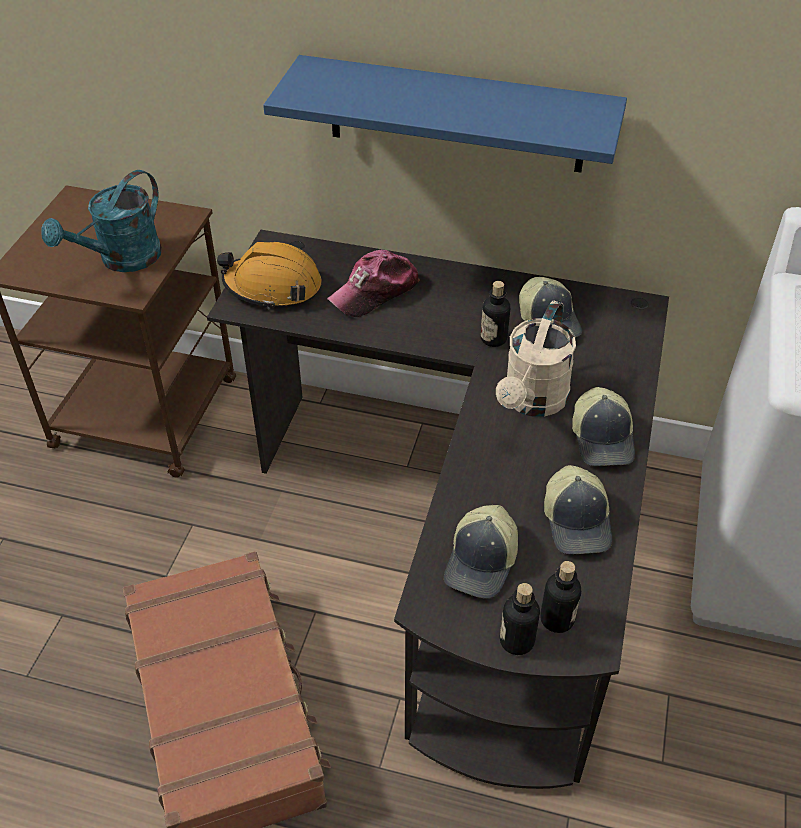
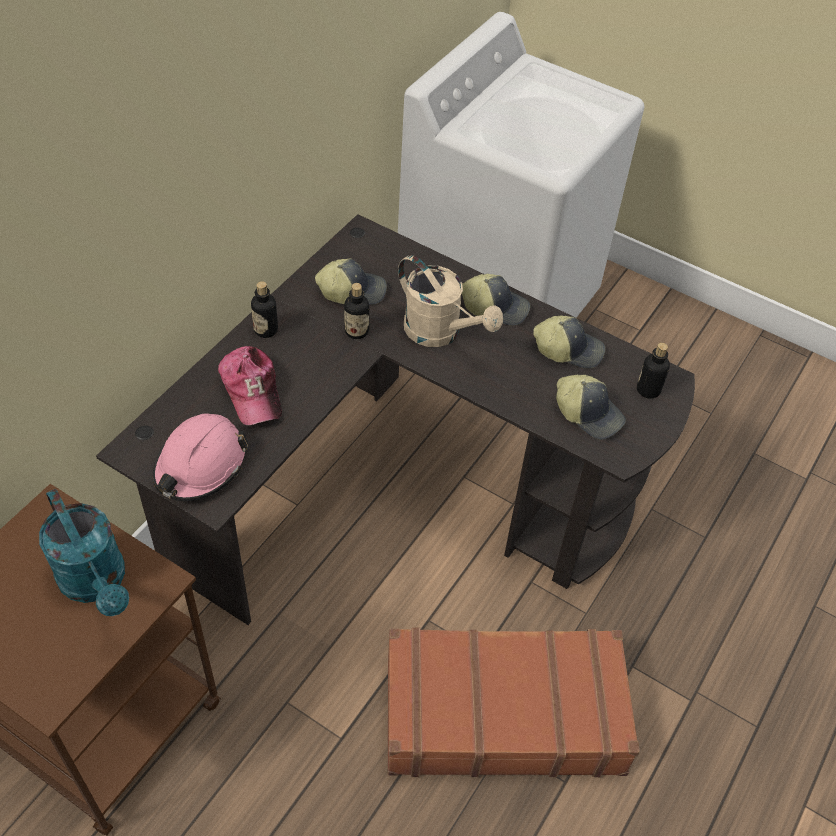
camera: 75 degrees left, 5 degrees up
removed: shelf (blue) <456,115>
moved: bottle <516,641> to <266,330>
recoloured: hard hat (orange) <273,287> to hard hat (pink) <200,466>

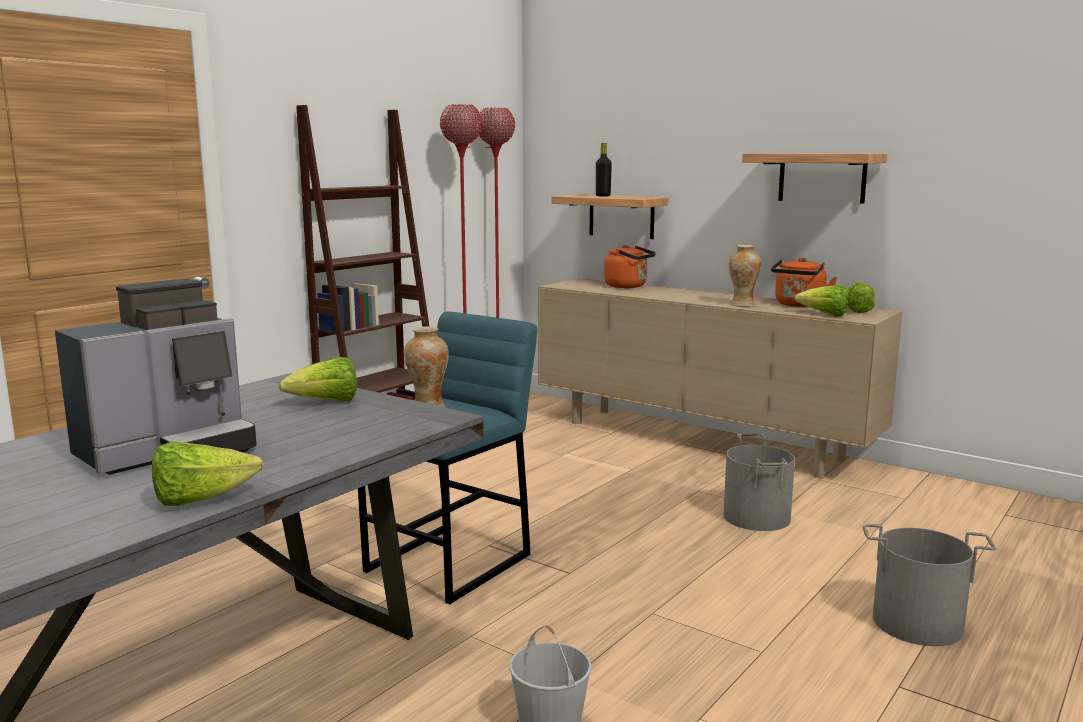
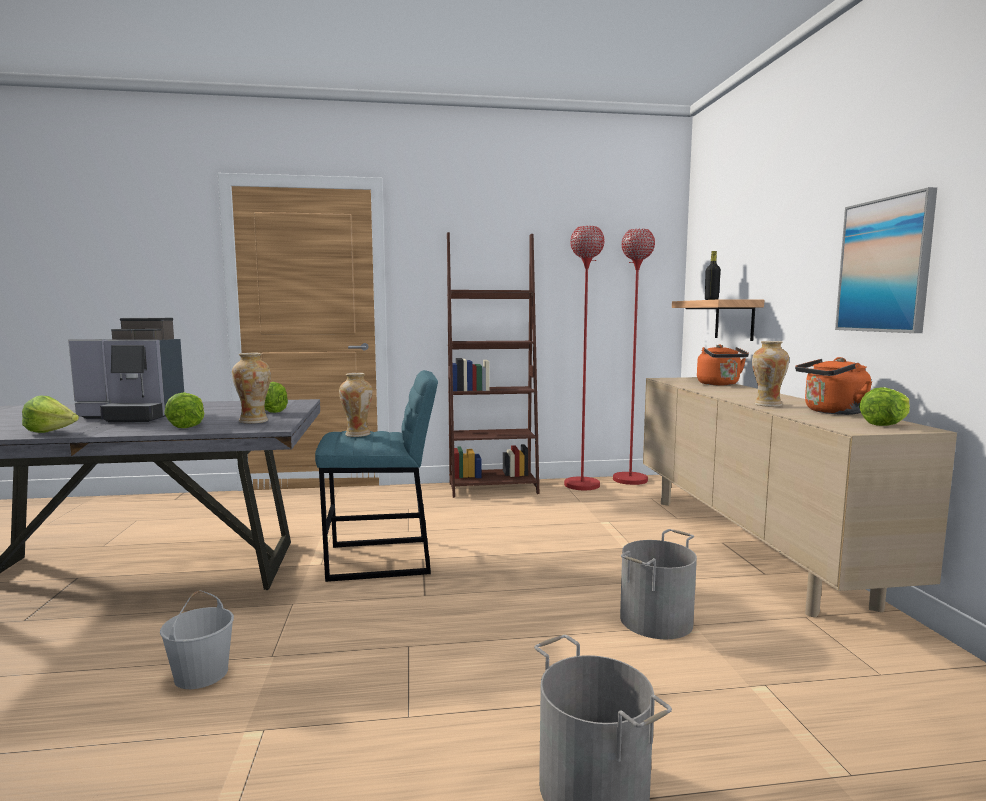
camera: 45 degrees right, 5 degrees down
added: vase <254,421>
moved: lettuce <824,315> to <188,425>
replaced: shelf <822,177> to picture <884,265>

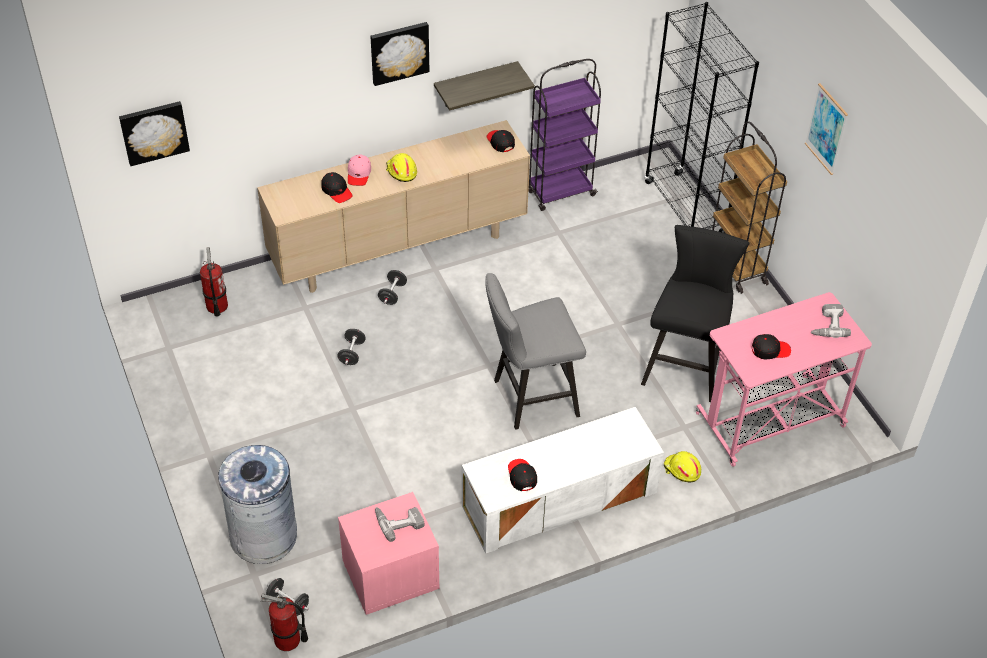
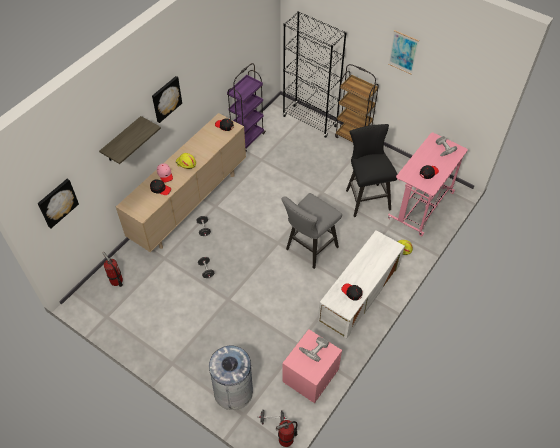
camera: 30 degrees left, 5 degrees up
moved: shelf <475,85> to <122,140>

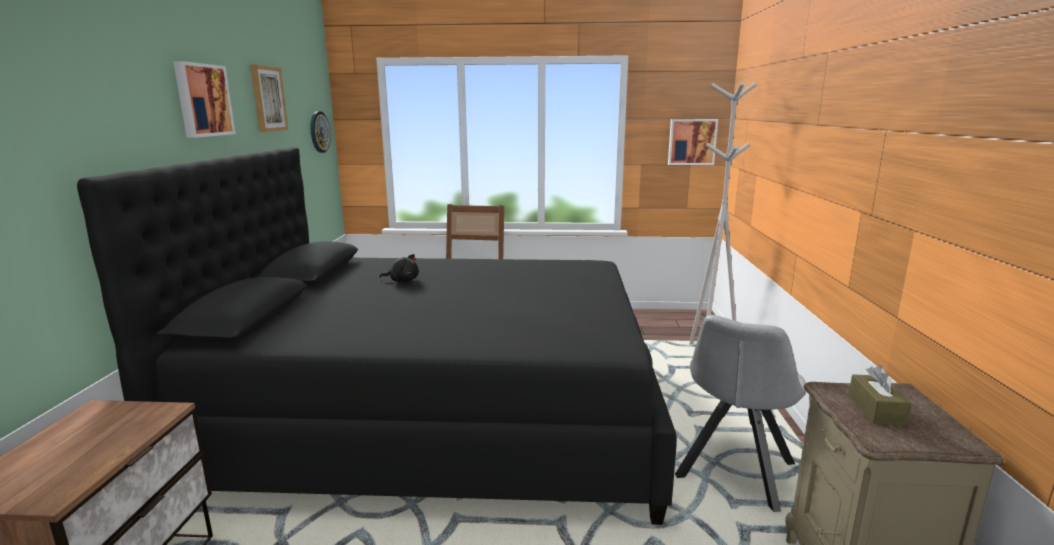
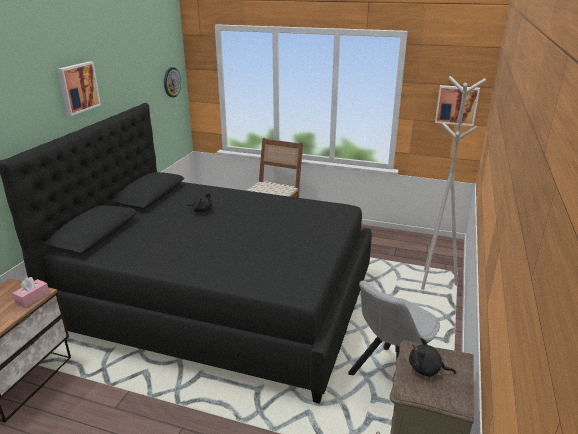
camera: 15 degrees right, 10 degrees up
removed: picture <268,99>
added: tissue box (pink) <32,298>
replaced: tissue box (brown) <875,409> to plush toy (black) <427,370>

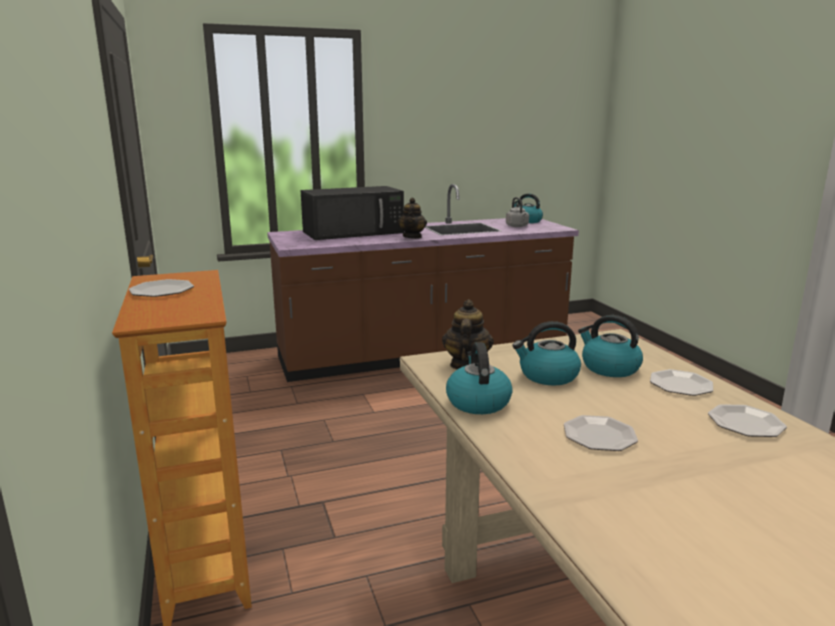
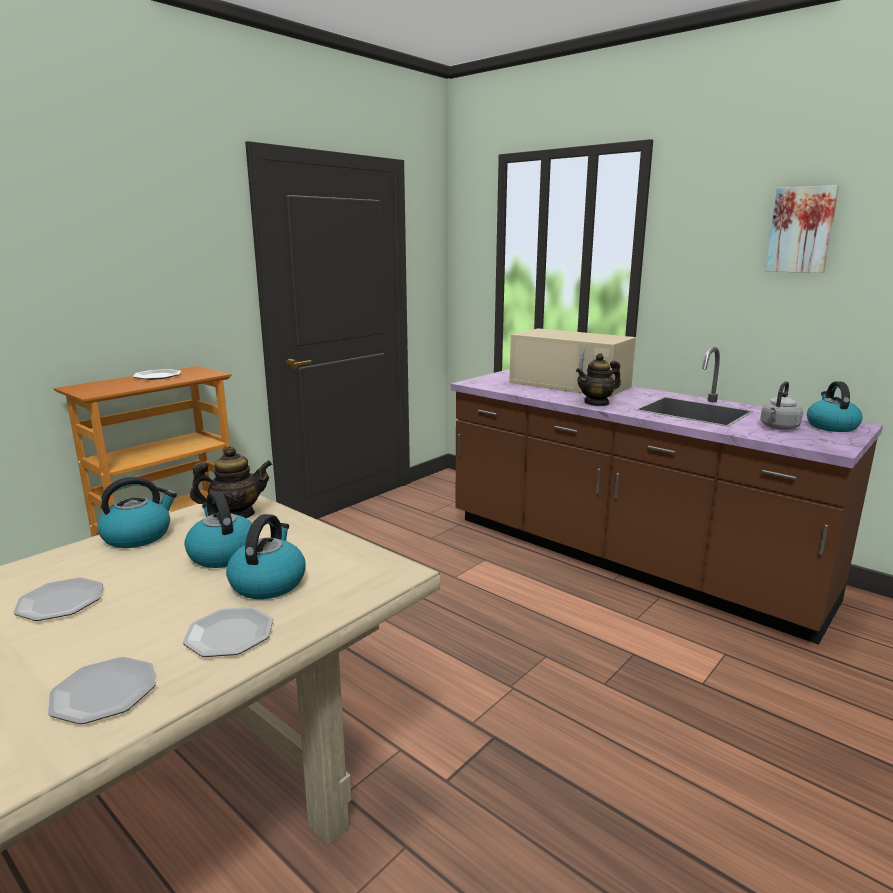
camera: 60 degrees right, 0 degrees up
added: picture <801,230>
recoloured: microwave (black) <354,232> to microwave (beige) <571,385>

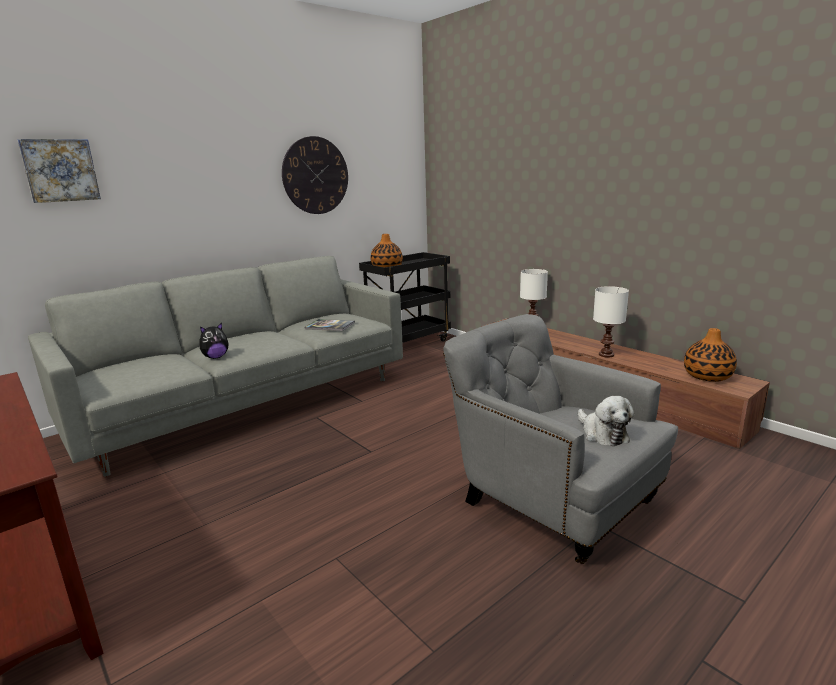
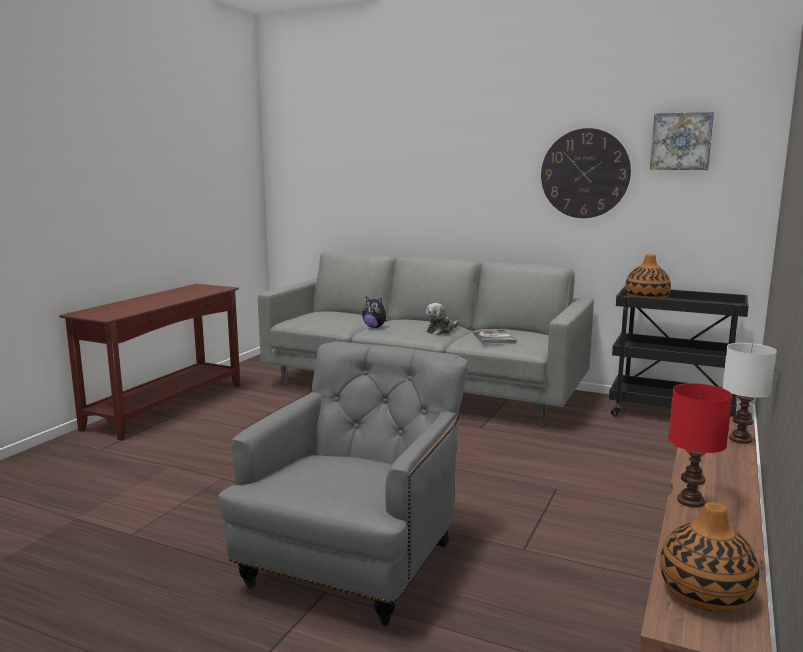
camera: 65 degrees right, 5 degrees down
moved: picture <60,170> to <681,141>; plush toy <602,434> to <441,330>
recoloured: table lamp (white) <605,355> to table lamp (red) <689,501>

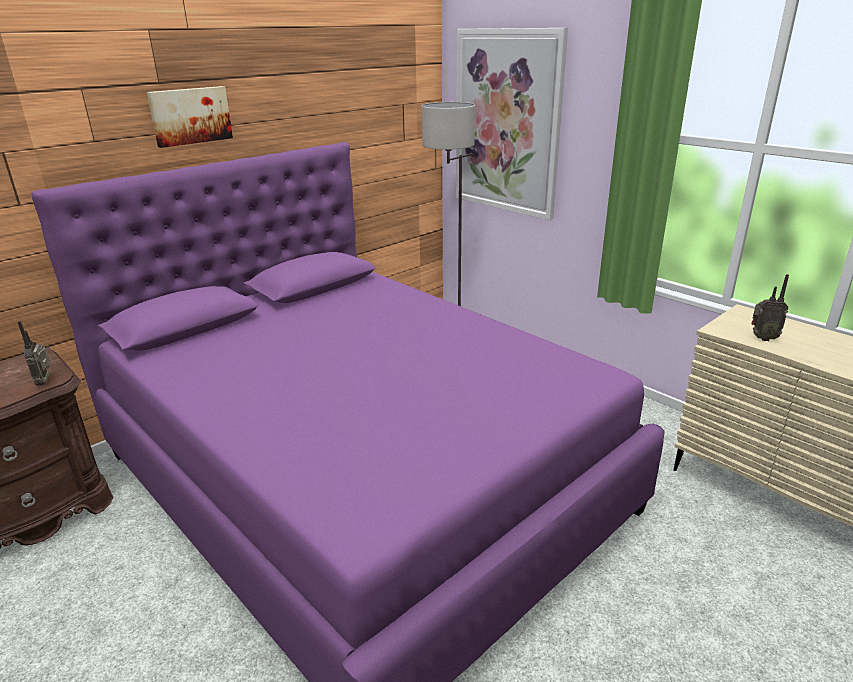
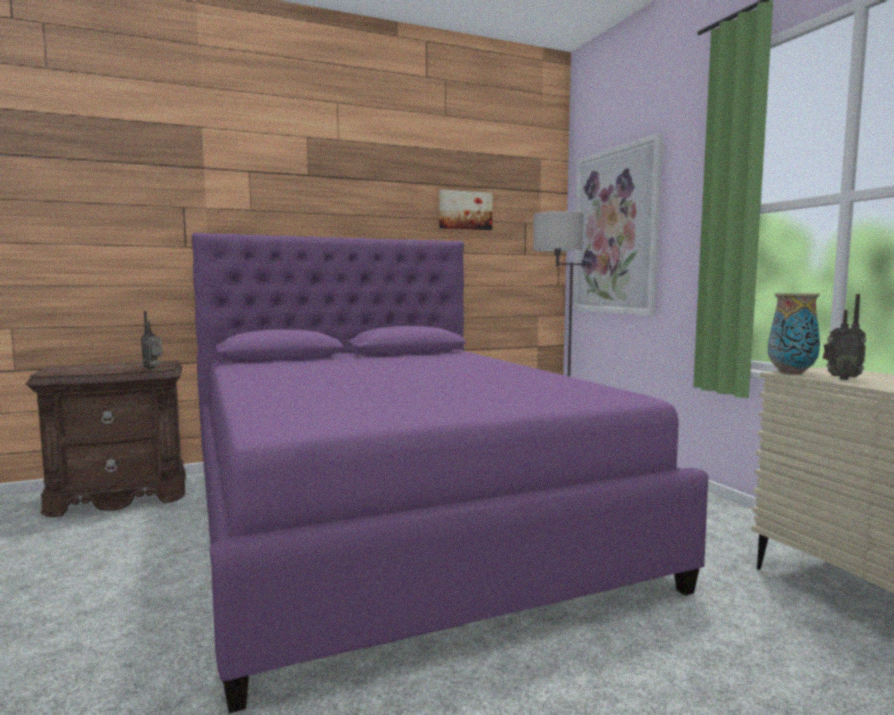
camera: 20 degrees right, 20 degrees down
added: vase <791,372>
moved: picture <190,116> to <465,210>

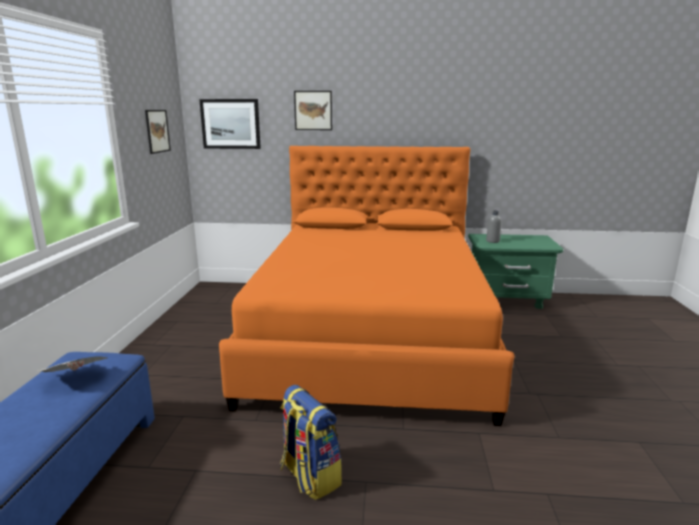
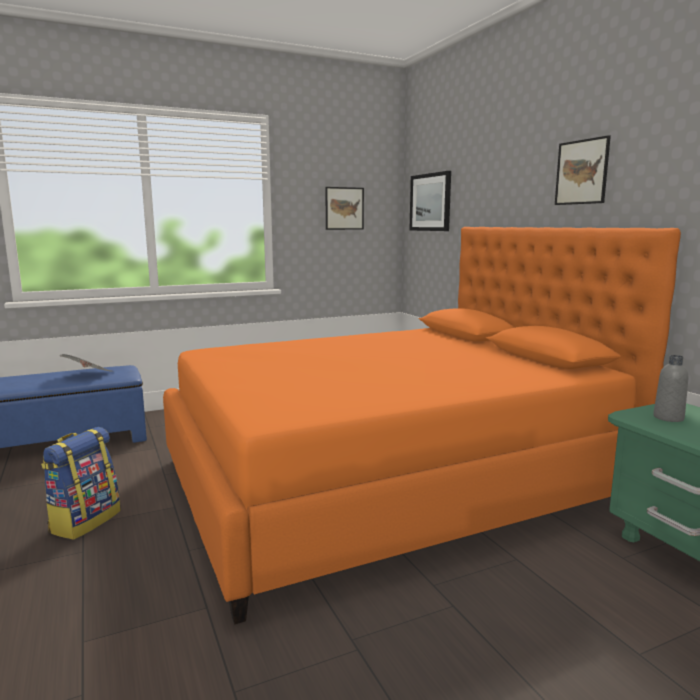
camera: 60 degrees right, 5 degrees down
moved: picture <313,110> to <582,172>

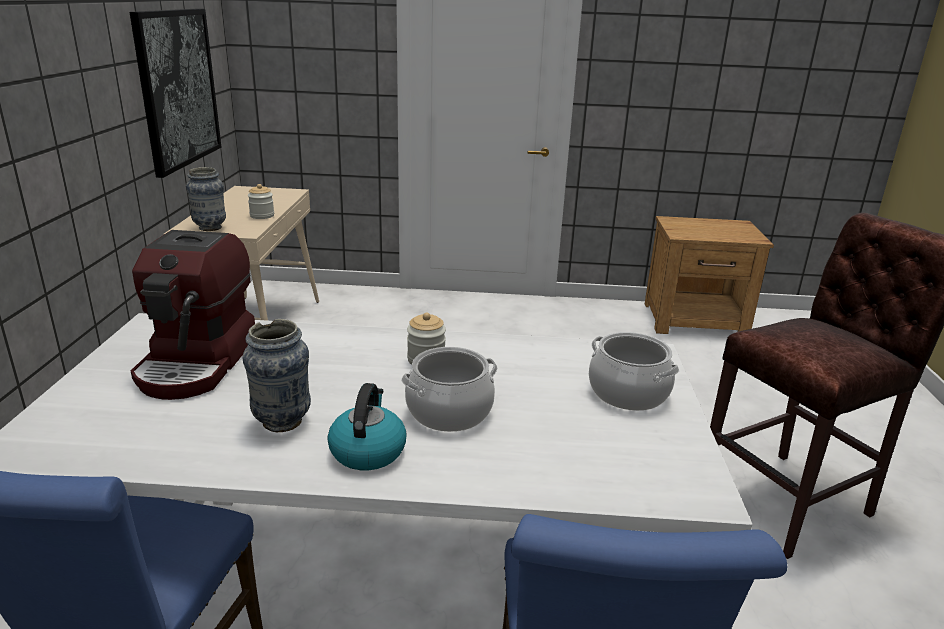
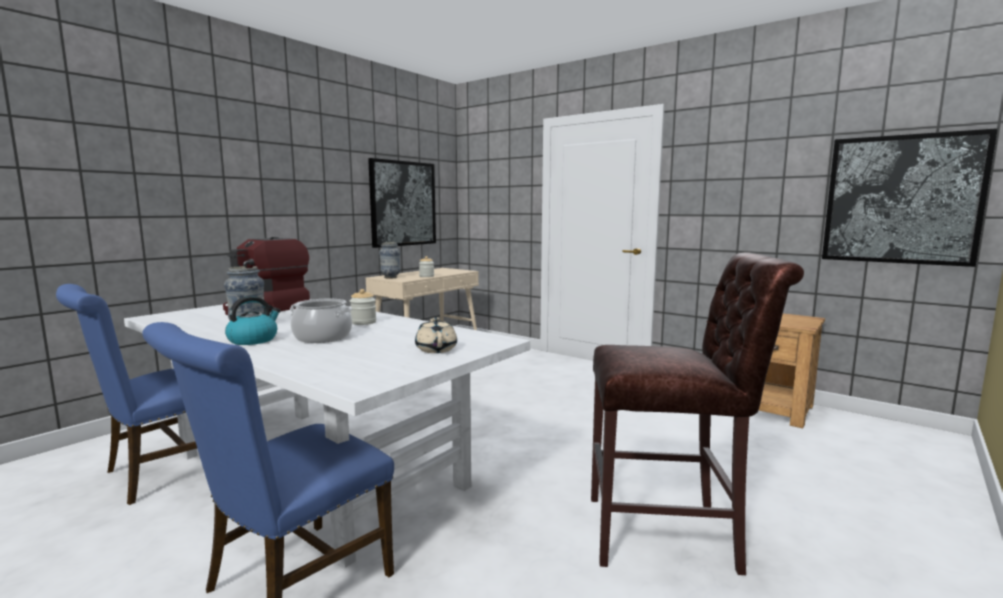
camera: 35 degrees right, 15 degrees down
added: picture <901,199>
replaced: cooking pot <627,393> to teapot (beige) <436,349>

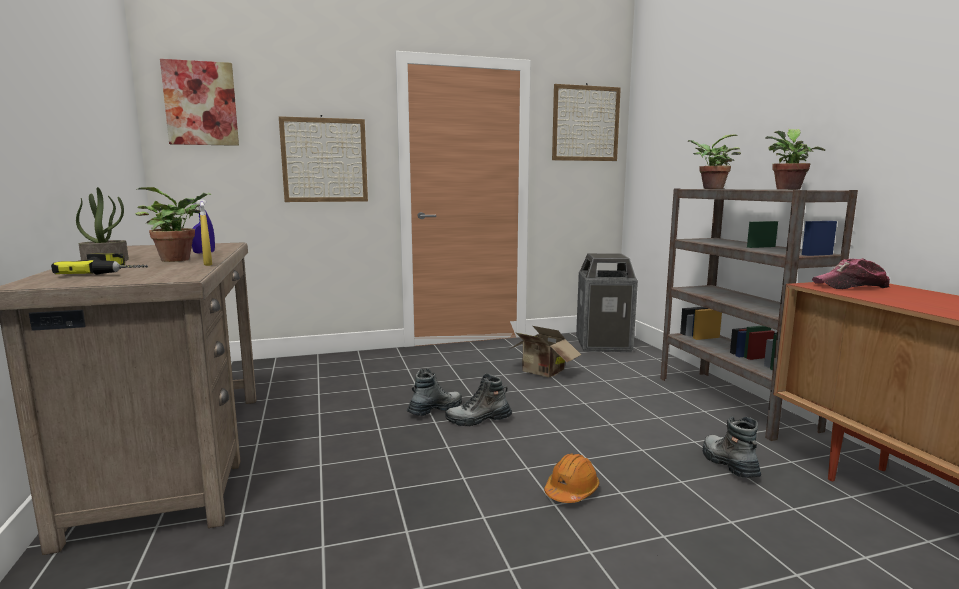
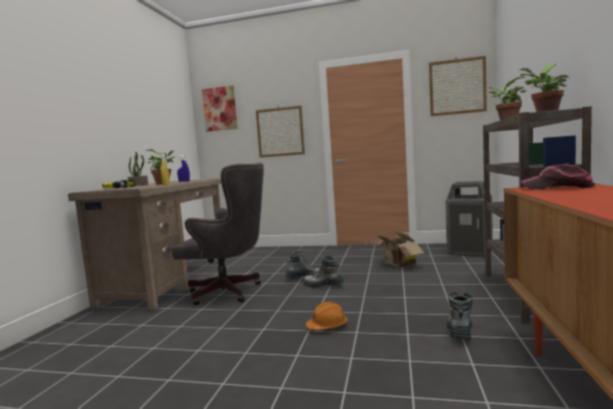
camera: 30 degrees right, 5 degrees down
added: office chair (grey) <229,292>

